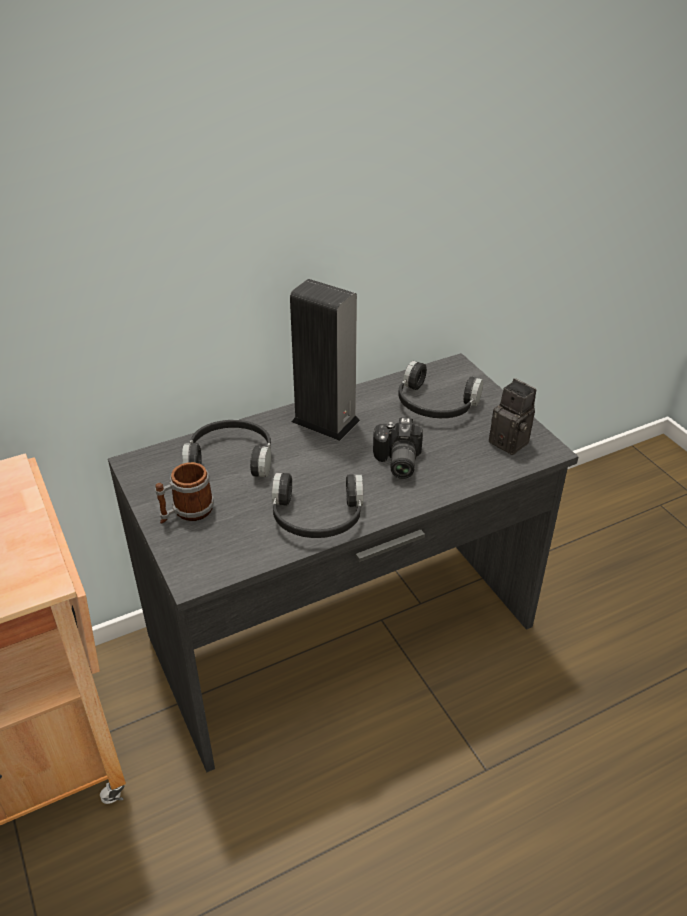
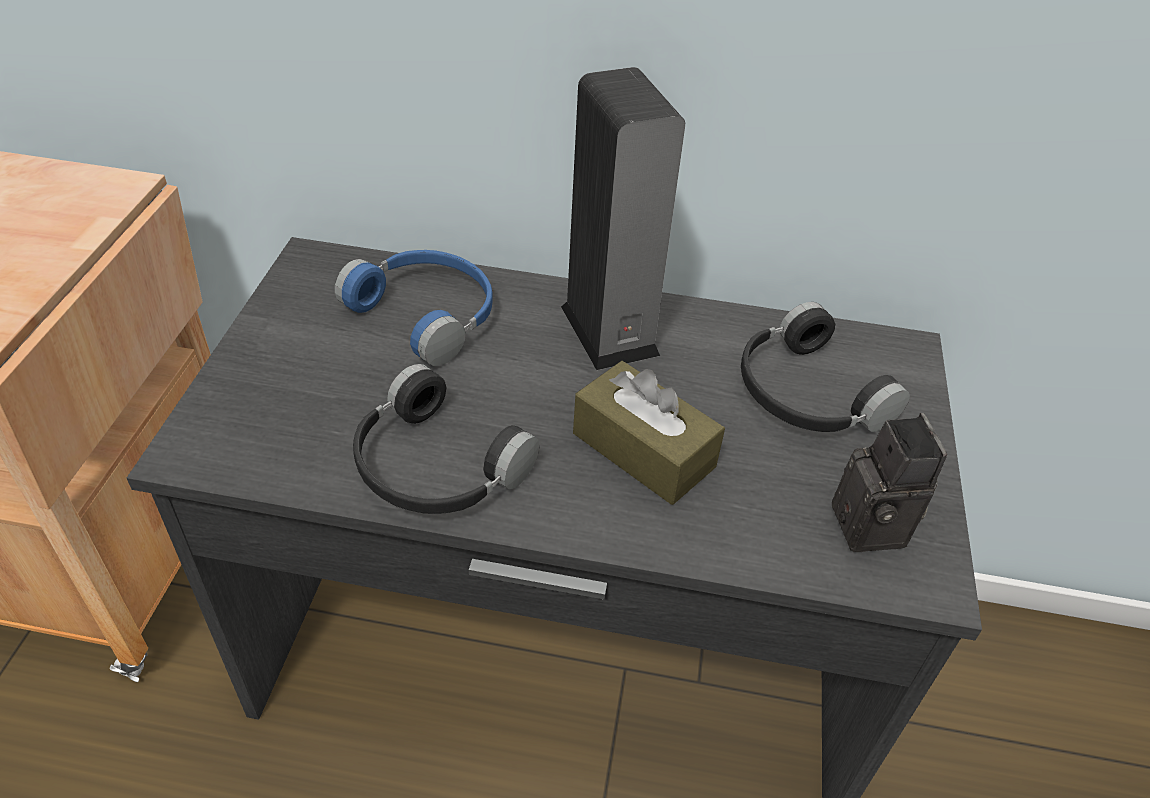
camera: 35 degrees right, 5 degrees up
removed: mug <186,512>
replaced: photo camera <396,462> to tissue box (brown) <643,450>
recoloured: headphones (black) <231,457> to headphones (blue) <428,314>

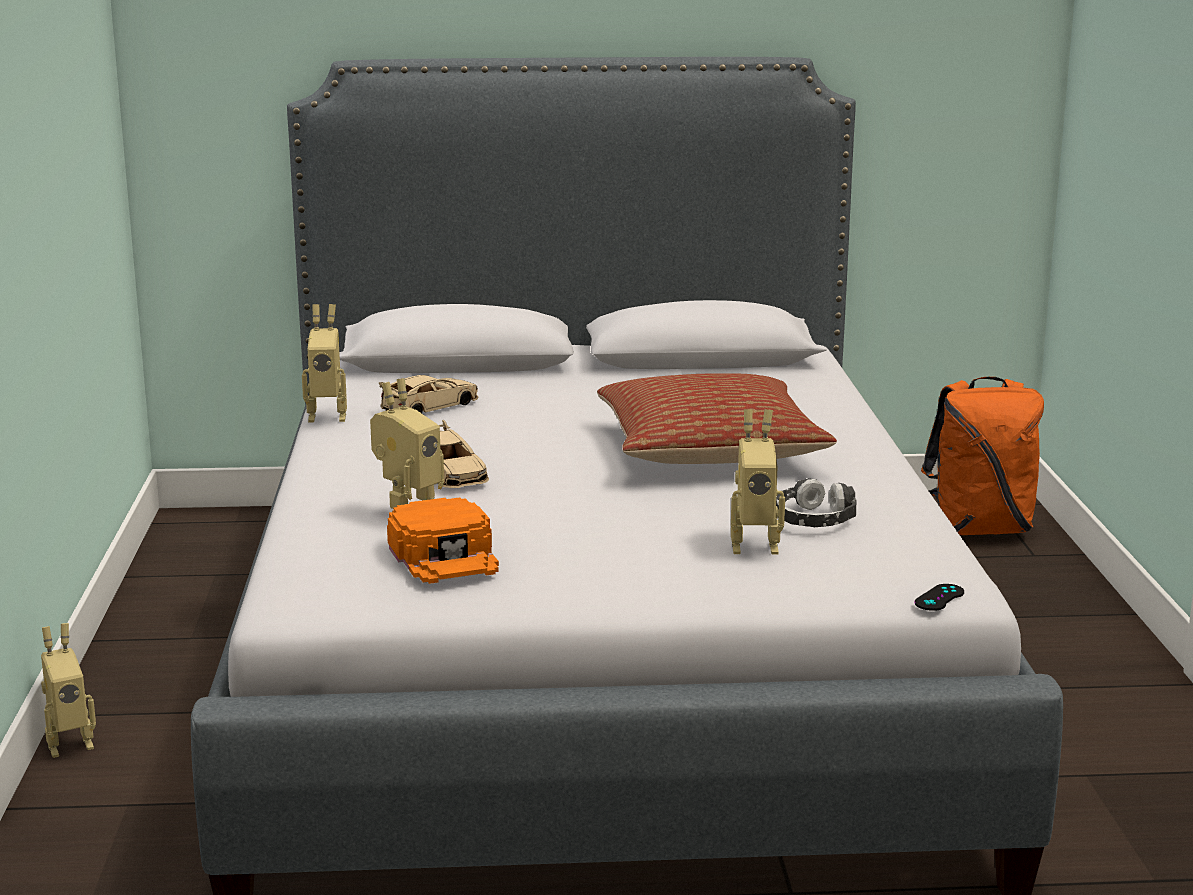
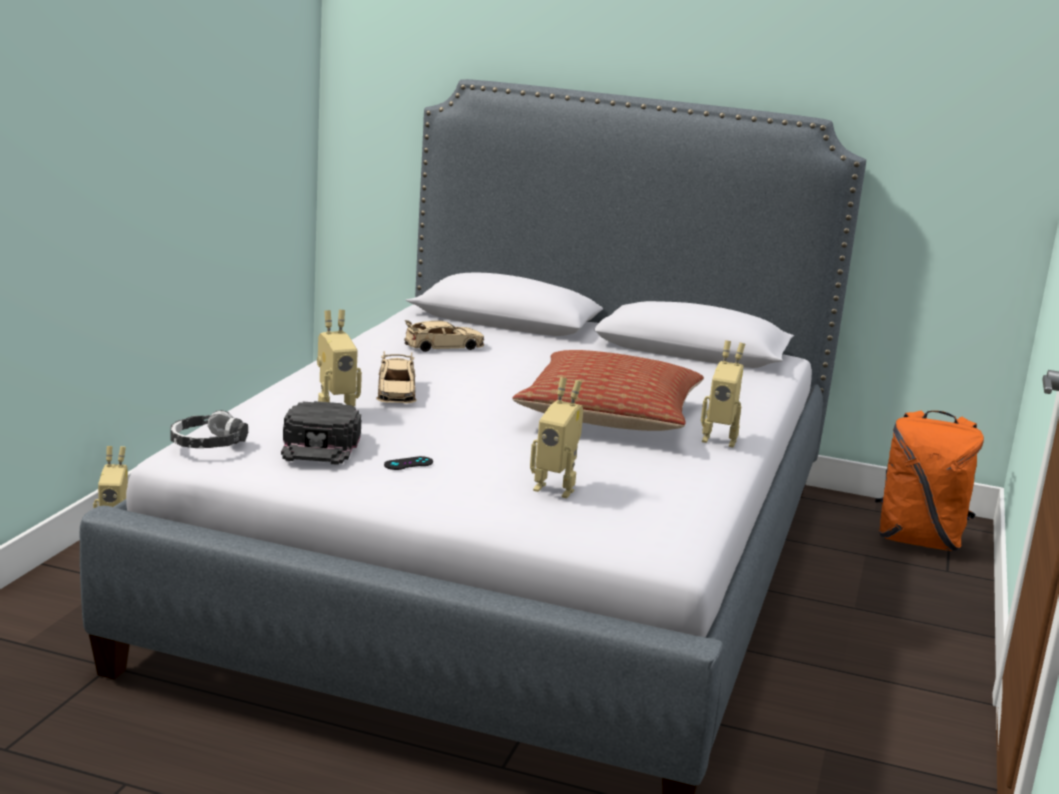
camera: 20 degrees right, 0 degrees up
moved: toy robot <327,416> to <720,439>; headphones <814,519> to <207,443>; game controller (black) <939,598> to <408,463>
recoloured: cap (orange) <445,555> to cap (black) <320,444>

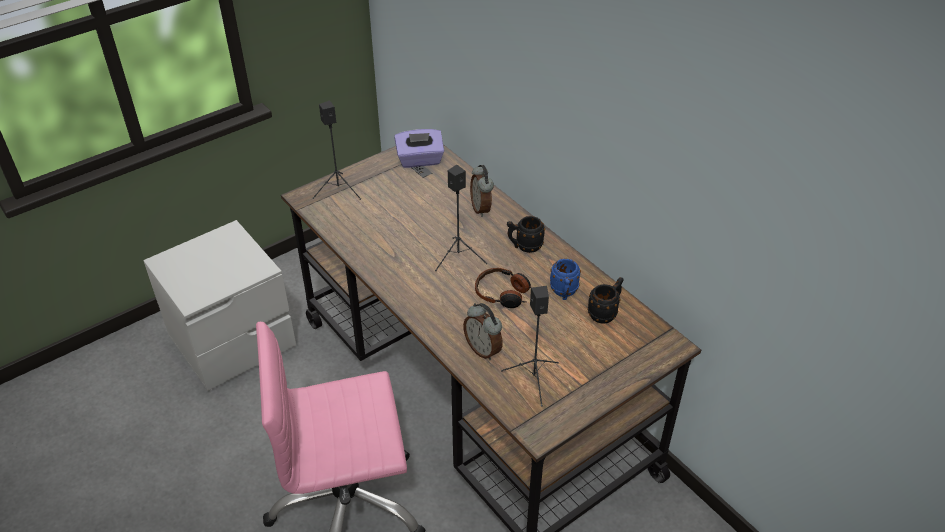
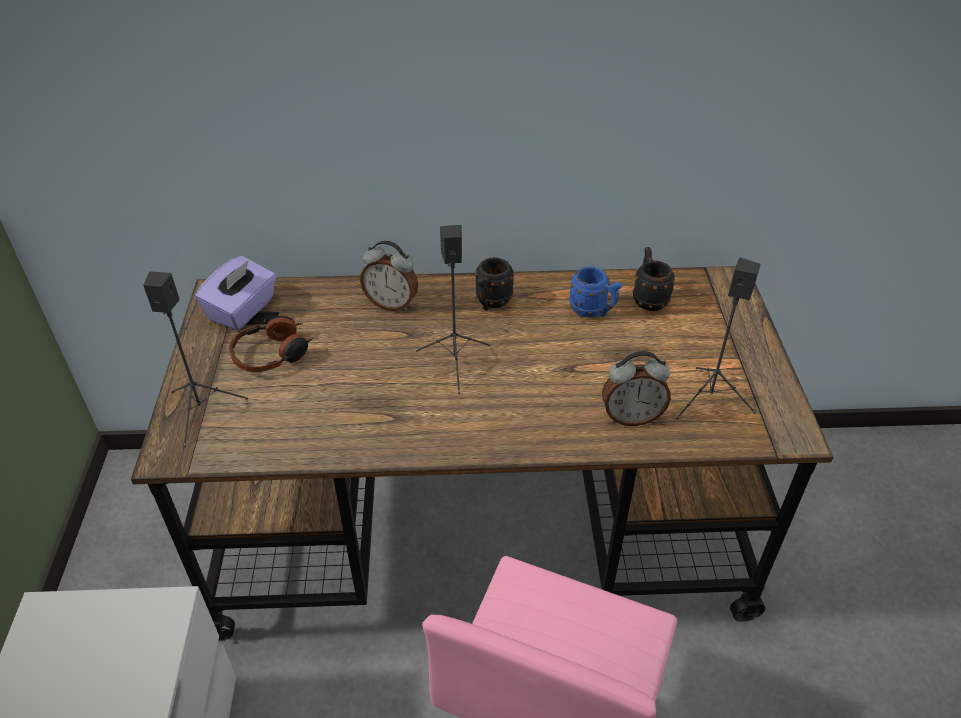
camera: 55 degrees left, 0 degrees up
moved: headphones <503,294> to <272,354>

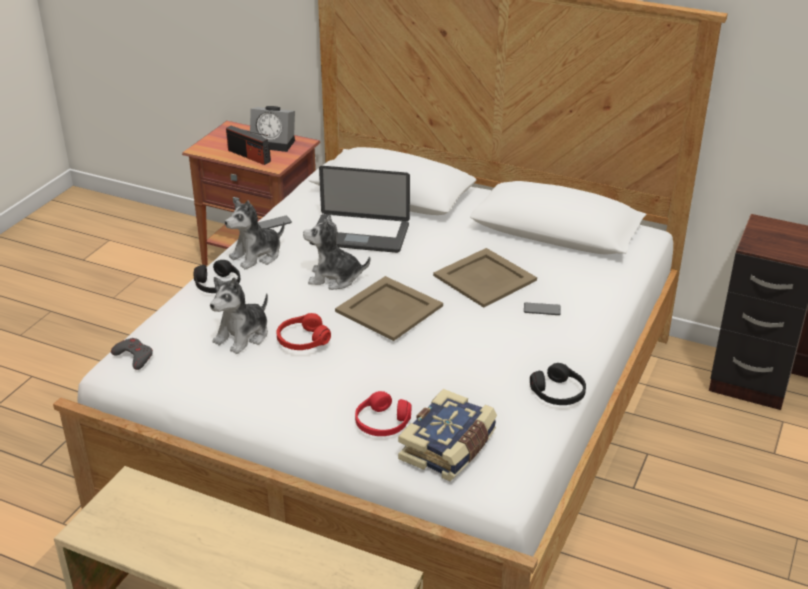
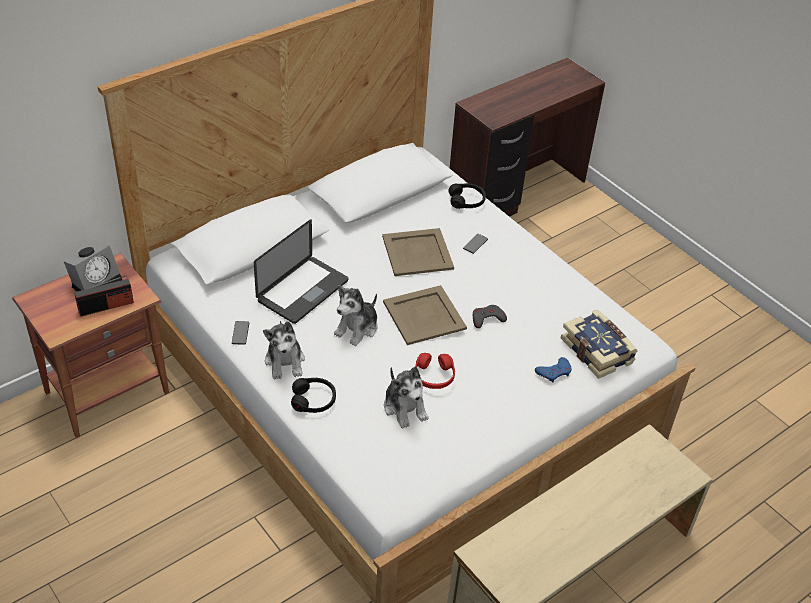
camera: 65 degrees left, 10 degrees up
moved: game controller (grey) <134,356> to <487,318>; headphones (black) <558,393> to <466,200>
replaced: headphones (red) <382,423> to game controller (blue) <554,372>

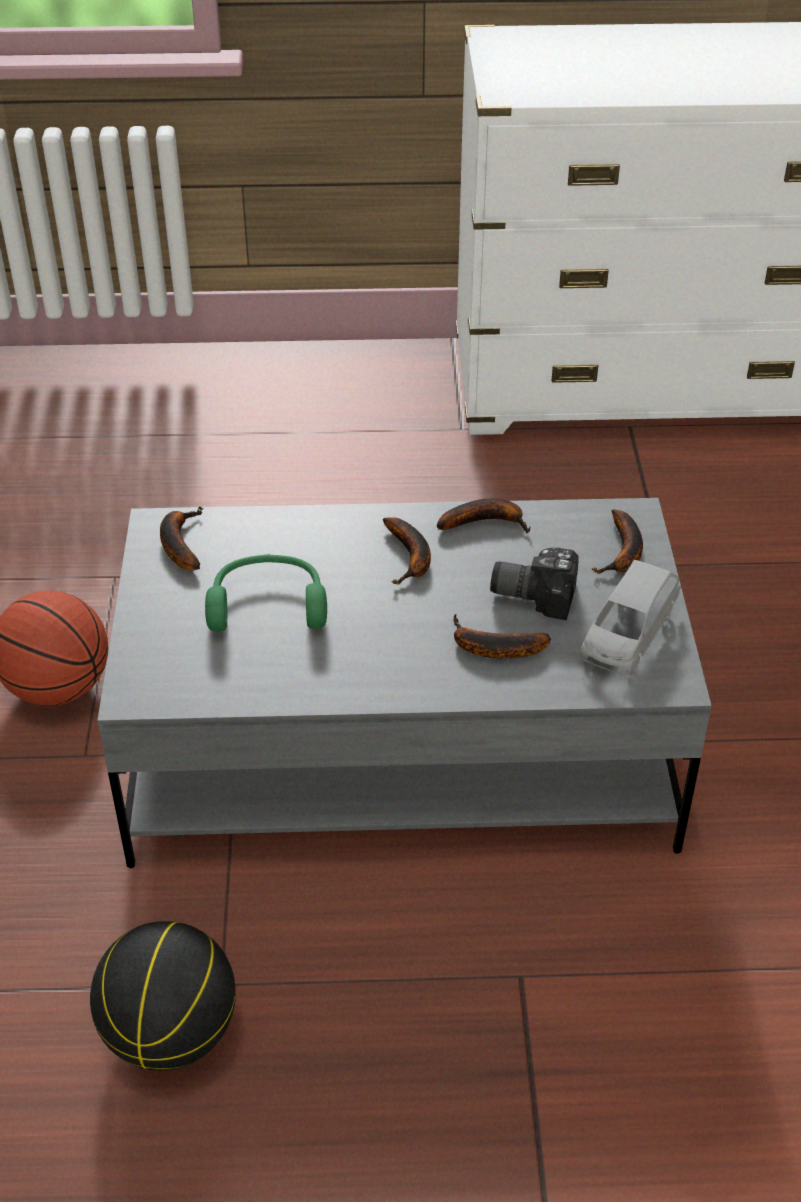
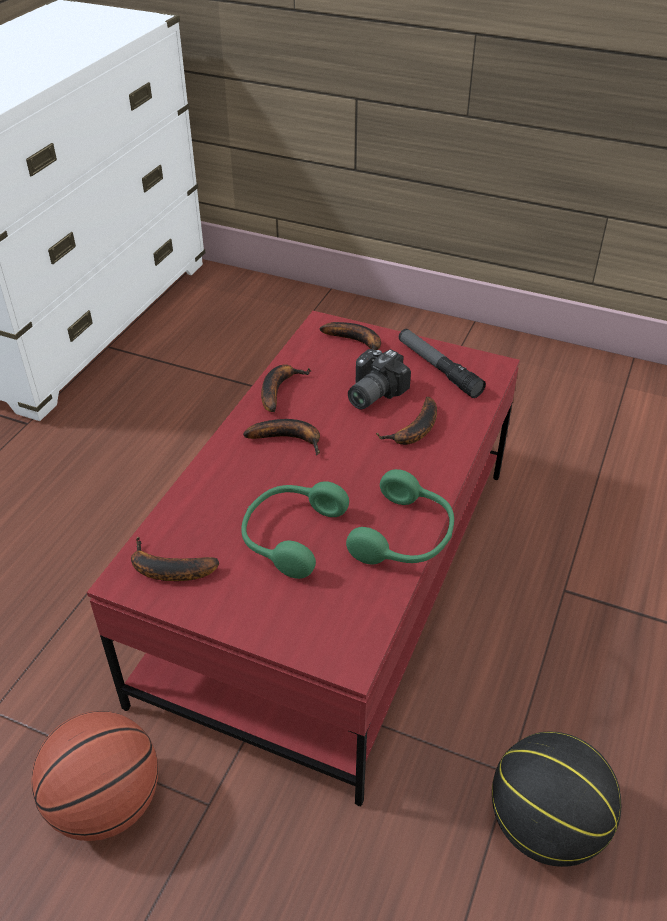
camera: 65 degrees left, 0 degrees up
added: headphones (green) <406,536>
replaced: toy car (grey) <627,635> to flashlight <438,368>
recoloured: coffee table (grey) <399,749> to coffee table (red) <334,580>

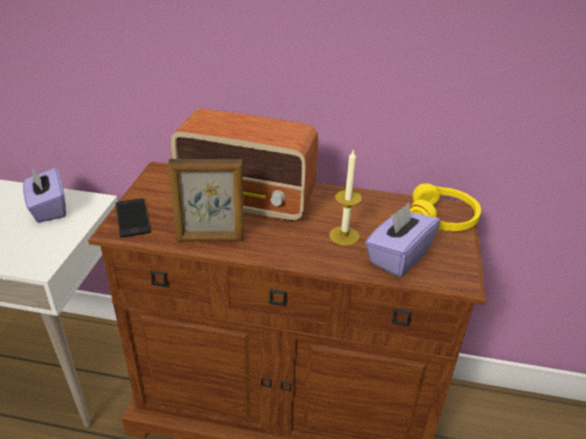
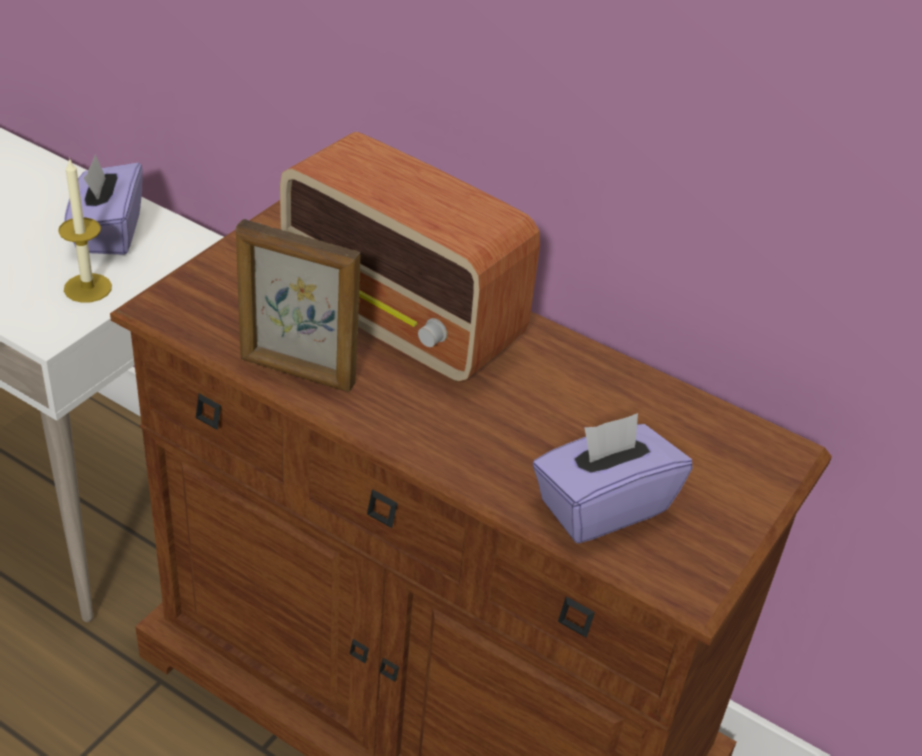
camera: 20 degrees right, 5 degrees up
removed: phone <132,218>; headphones (yellow) <442,218>
moved: candle <344,236> to <88,288>

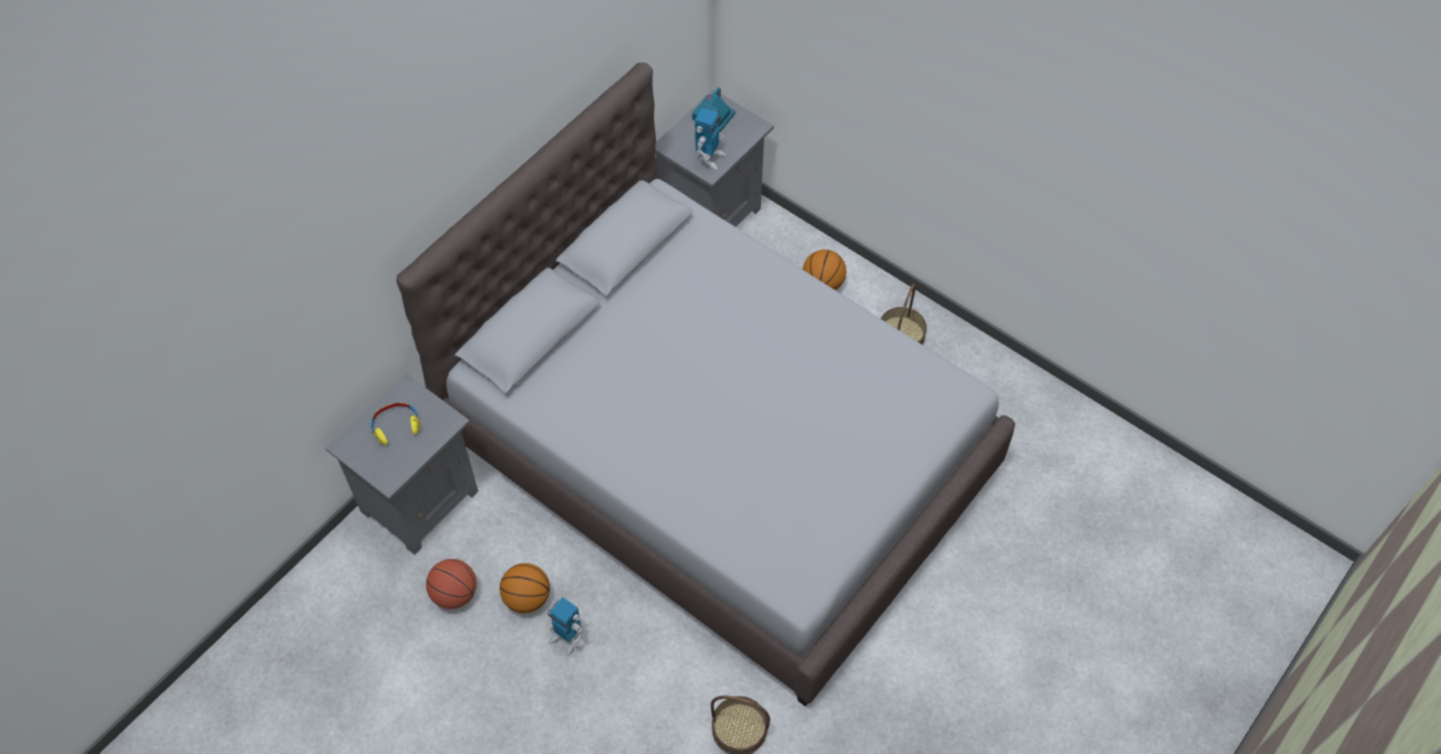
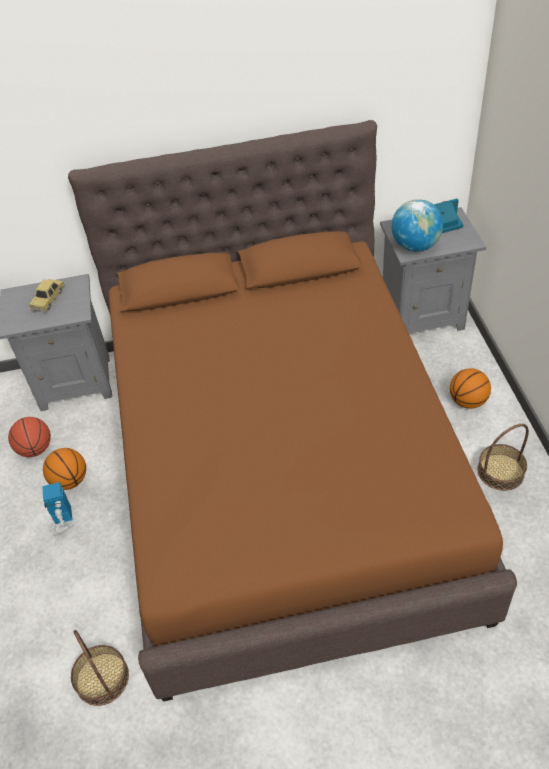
camera: 45 degrees right, 10 degrees down
replaced: headphones (yellow) <396,426> to toy car <48,299>; toy robot <709,158> to globe <415,246>
recoloured: bed (grey) <718,450> to bed (brown) <283,467>

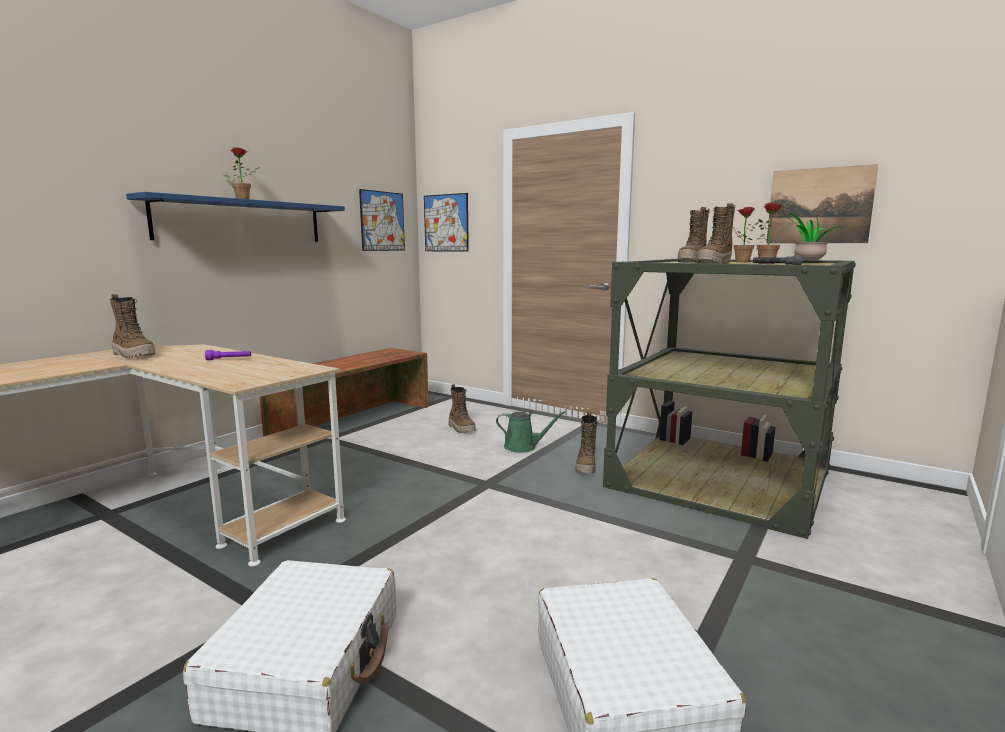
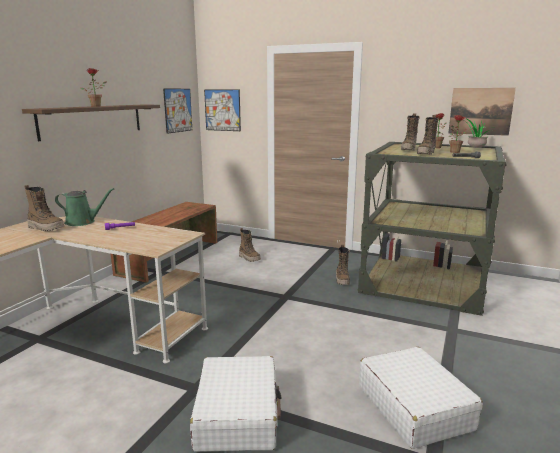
camera: 10 degrees left, 5 degrees up
moved: watering can (green) <523,447> to <83,222>
recoloured: shelf (blue) <242,221> to shelf (brown) <93,120>

